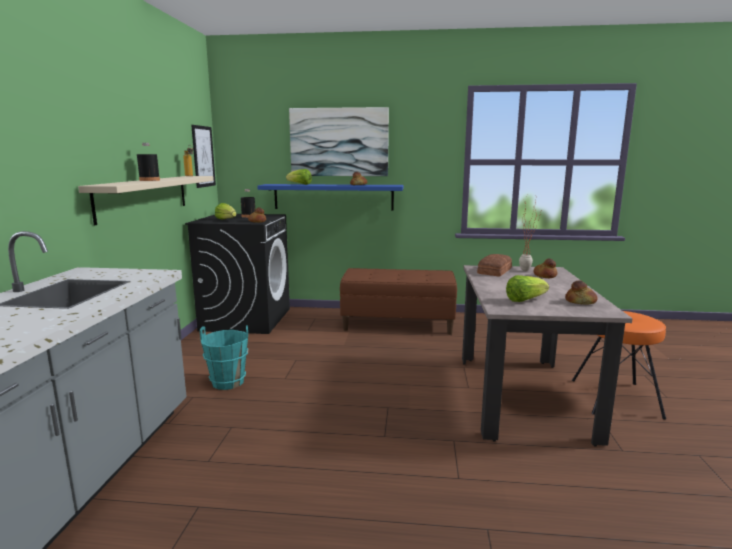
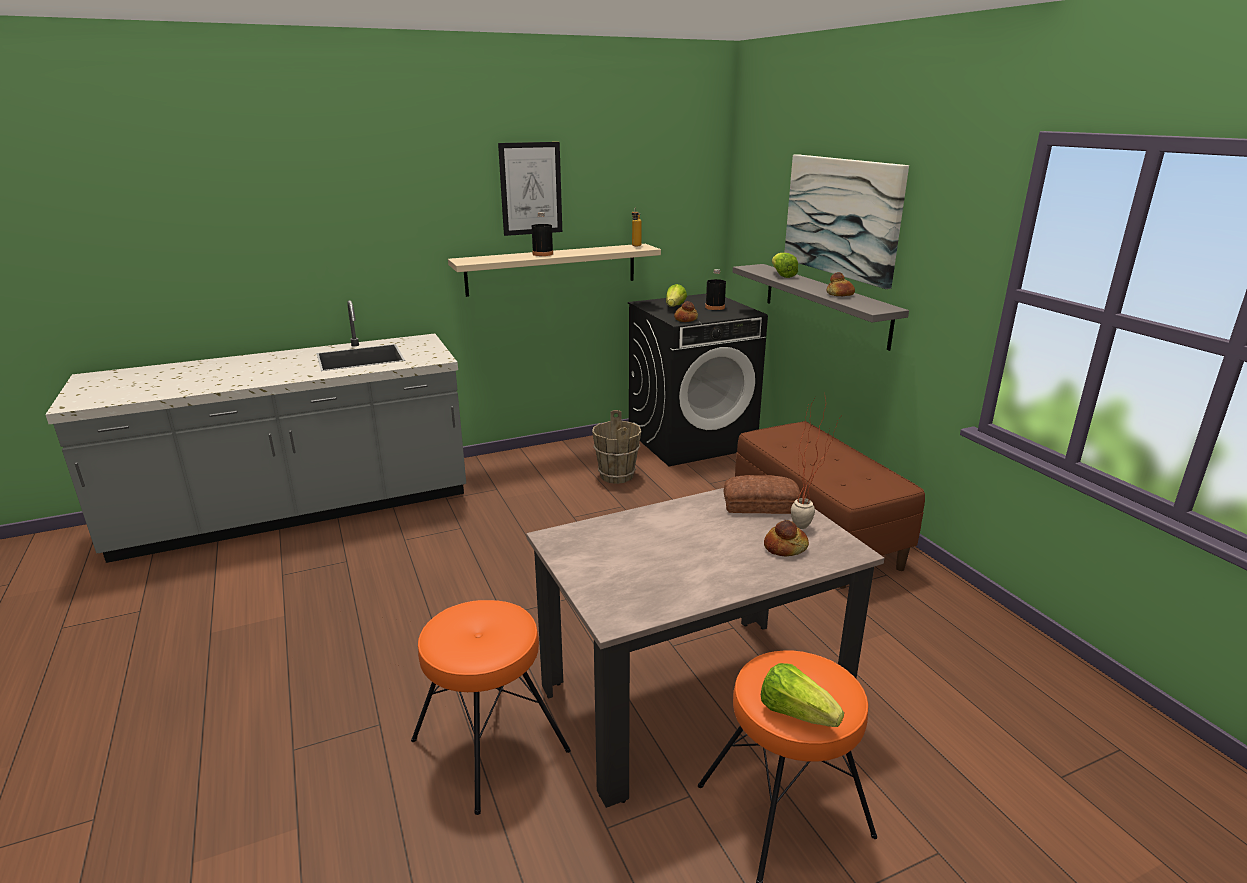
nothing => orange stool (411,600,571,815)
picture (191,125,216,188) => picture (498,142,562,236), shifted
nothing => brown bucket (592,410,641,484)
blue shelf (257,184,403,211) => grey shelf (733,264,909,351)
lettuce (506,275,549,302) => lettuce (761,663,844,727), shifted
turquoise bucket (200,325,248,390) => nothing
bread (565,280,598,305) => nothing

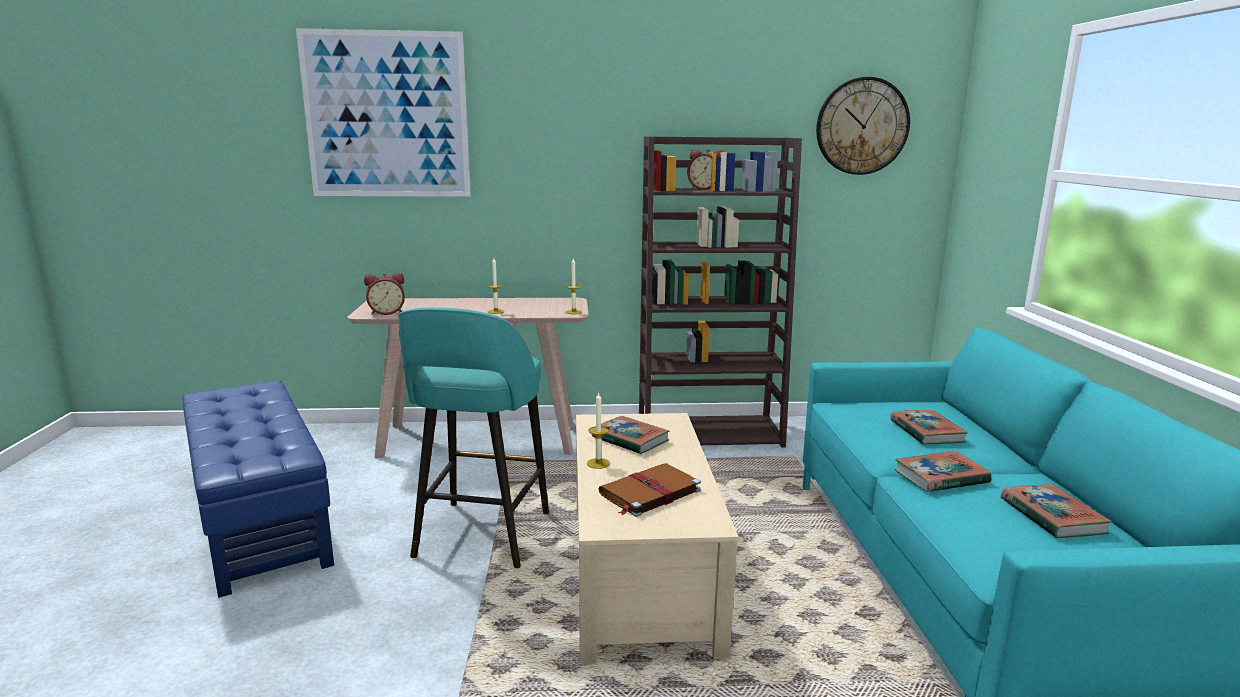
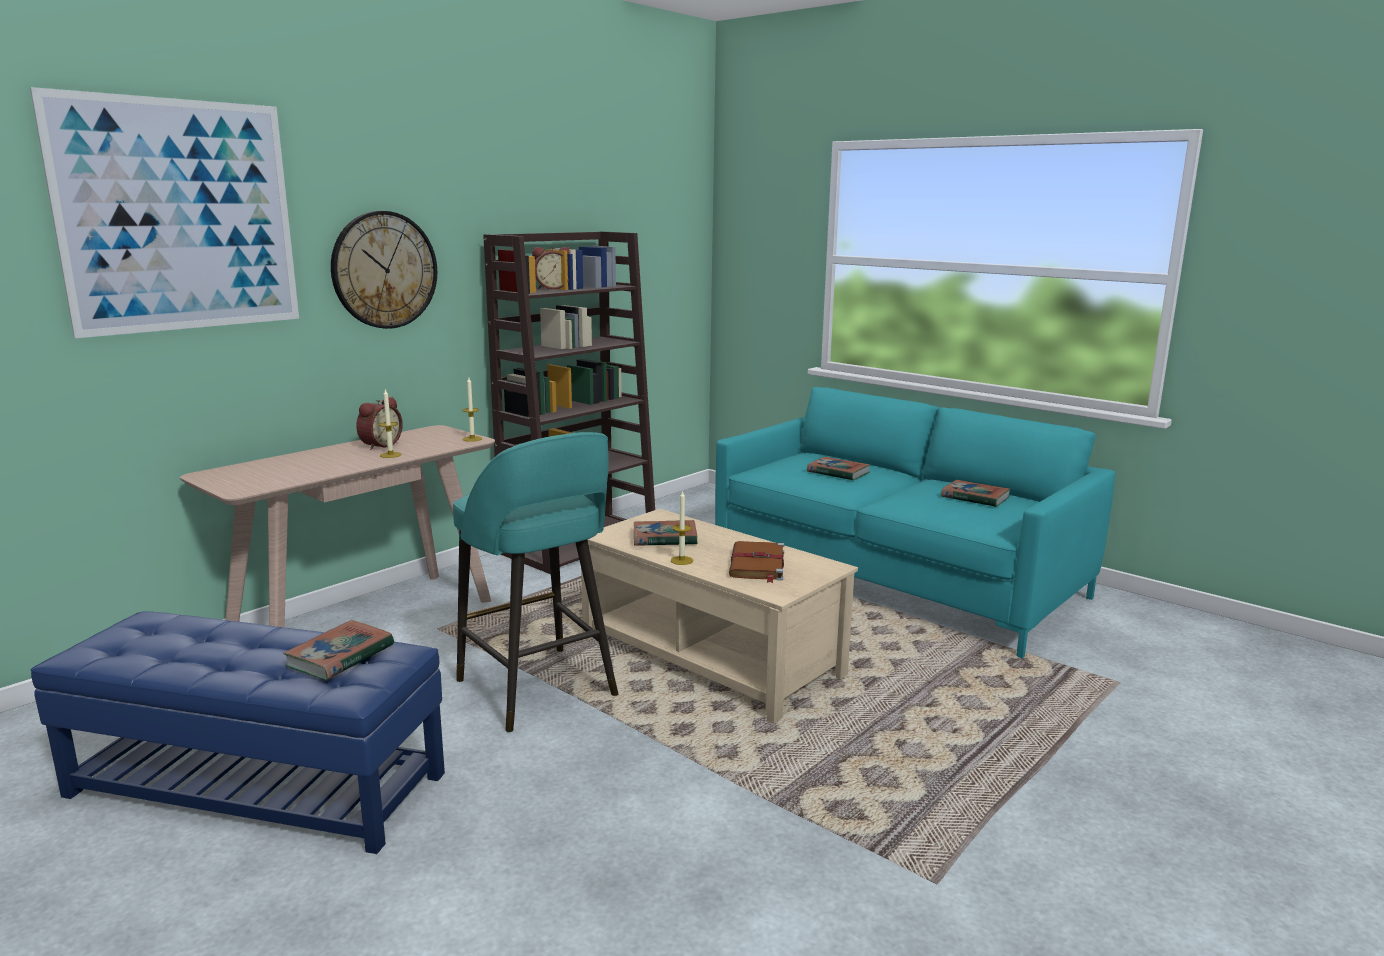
book (894,451,992,492) => book (283,620,394,680), shifted
wall clock (816,77,910,175) => wall clock (331,211,437,329), shifted
alarm clock (364,273,405,315) => alarm clock (356,397,403,450), shifted

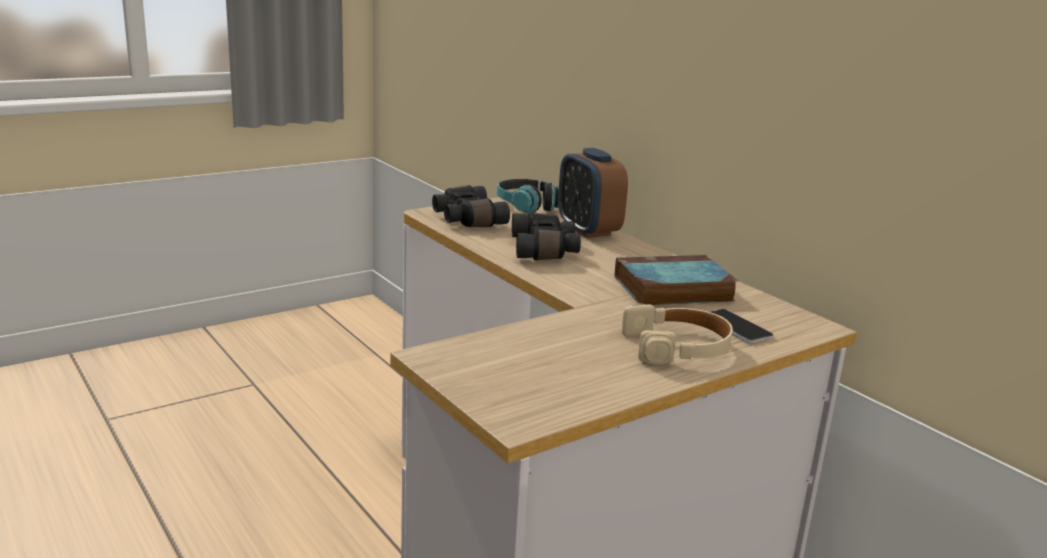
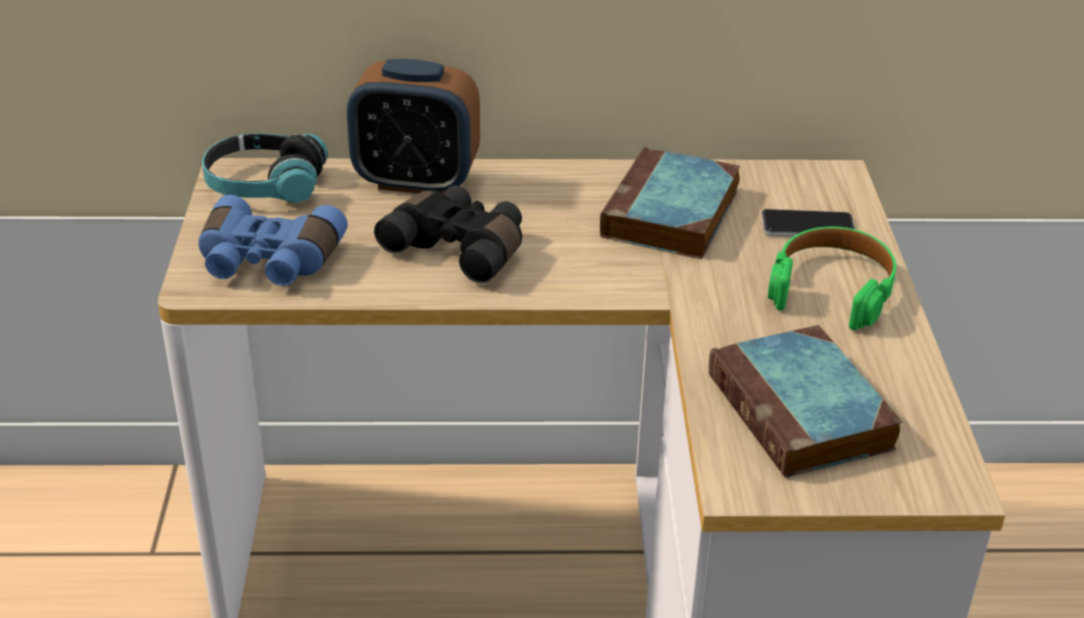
black binoculars (432,185,510,227) => blue binoculars (198,195,348,286)
nothing => book (709,325,902,478)
beige headphones (622,304,733,364) => green headphones (768,227,896,330)

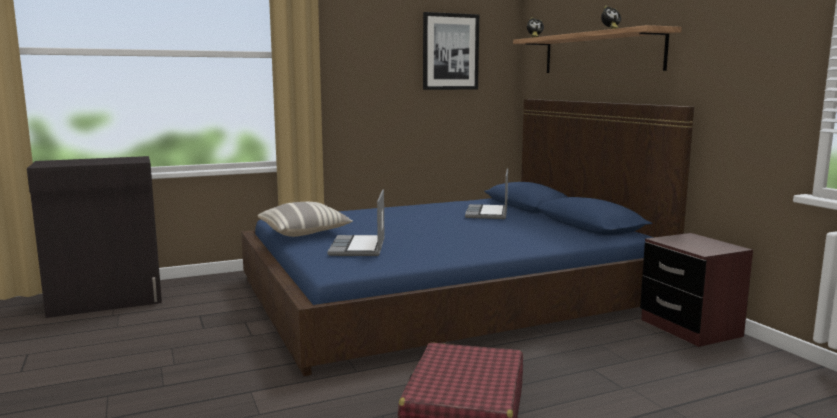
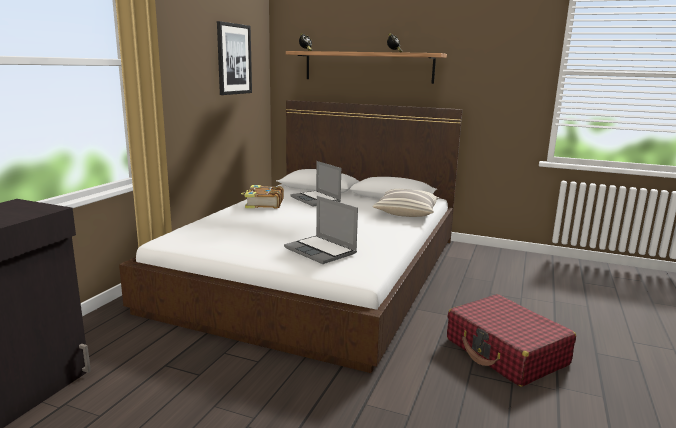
blue bed (241,99,694,376) => white bed (119,100,463,373)
nothing => book (241,185,284,209)
pillow (258,202,353,237) => pillow (372,189,439,217), shifted
brown nightstand (640,233,753,347) => nothing

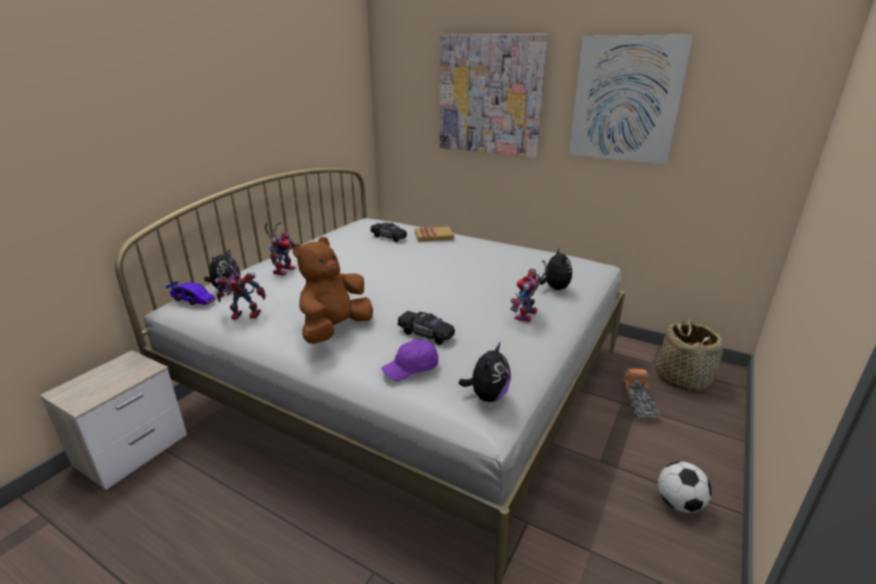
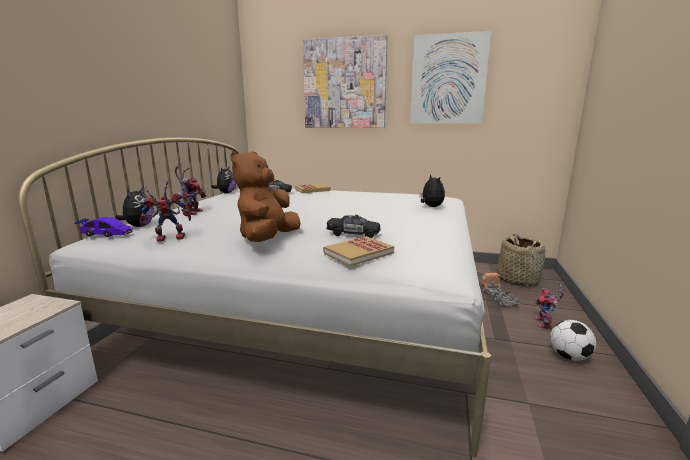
plush toy (458,342,511,402) => plush toy (211,167,236,193), shifted
purple cap (381,340,439,381) => book (323,236,394,266)
toy robot (510,260,547,322) => toy robot (534,281,564,329), shifted

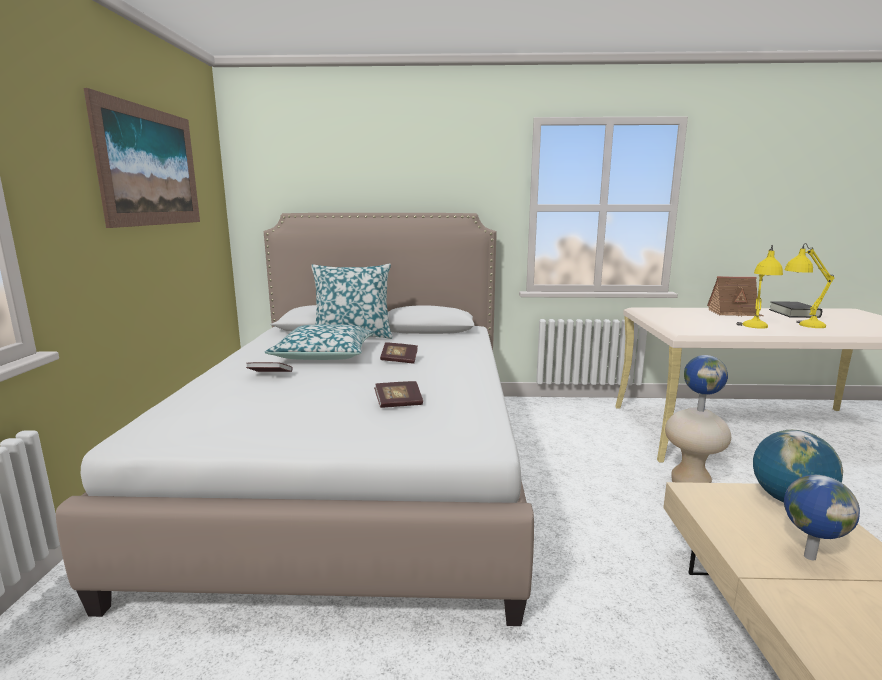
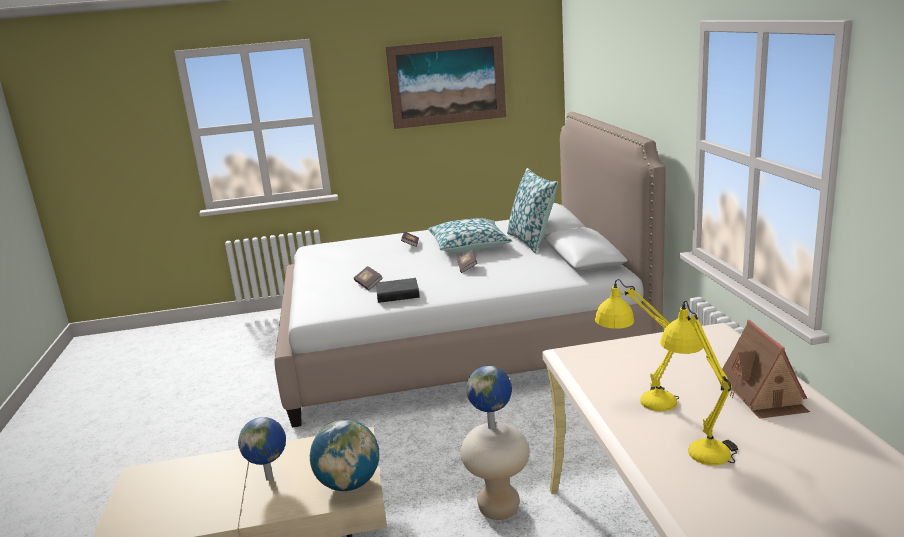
black book (769,301,822,318) => black book (376,278,420,303), shifted

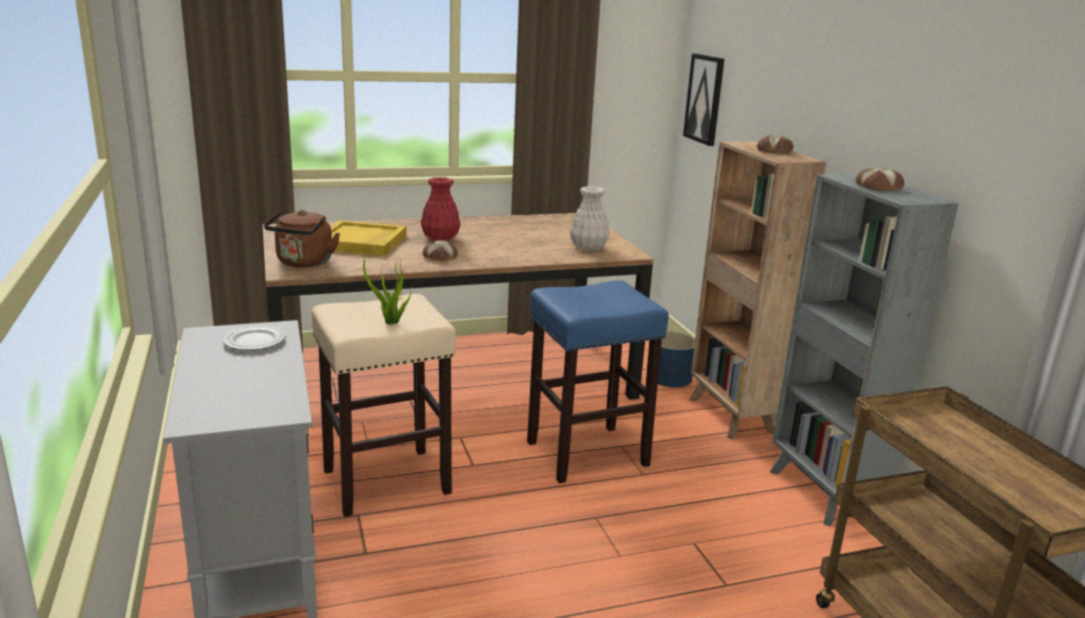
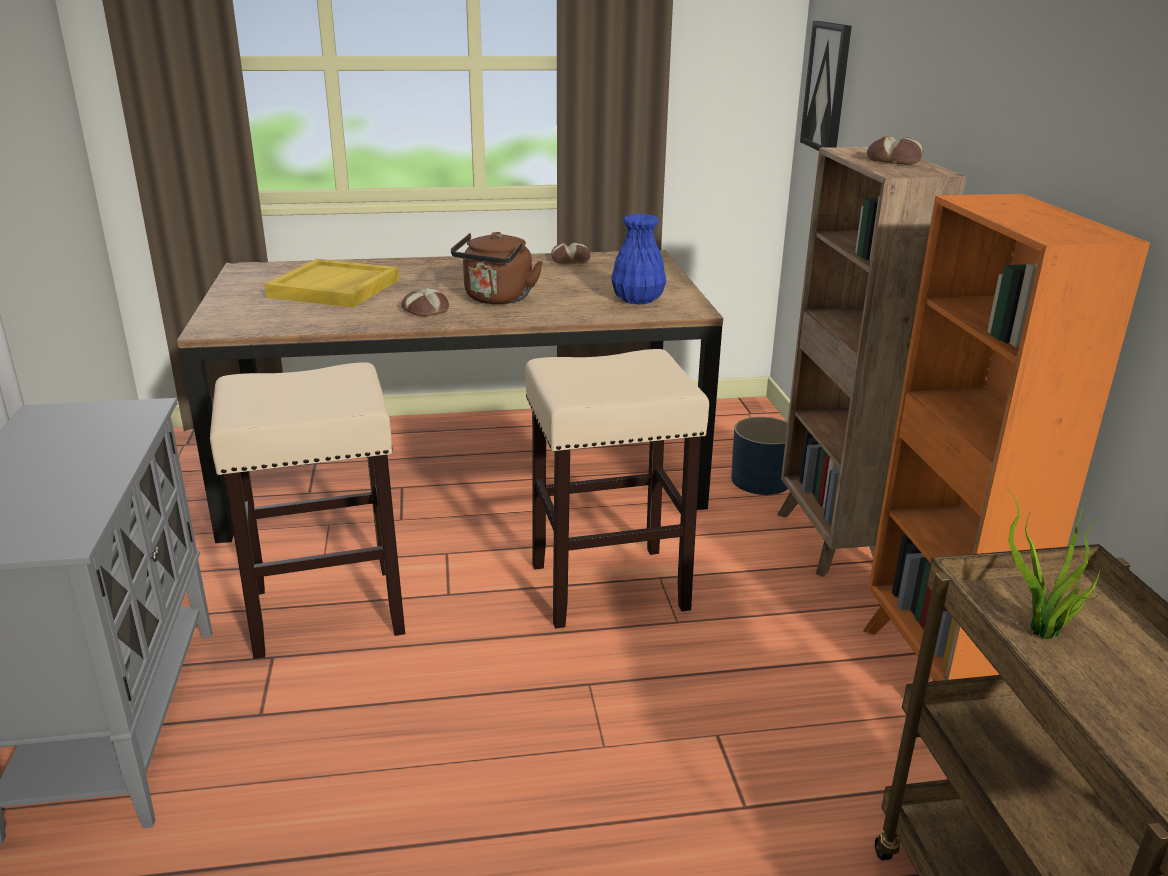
brown kettle (264,210,340,267) => brown kettle (451,232,543,304), shifted
blue stool (527,280,669,483) => beige stool (525,349,709,628)
bread (856,168,904,190) => bread (551,242,590,264), shifted
white vase (570,186,610,251) => blue vase (611,214,667,305)
grey bookcase (770,174,959,526) => orange bookcase (863,194,1150,681)
potted plant (356,246,411,325) => potted plant (1006,487,1104,639), shifted
plate (223,326,286,350) => nothing
red vase (421,177,461,241) => nothing

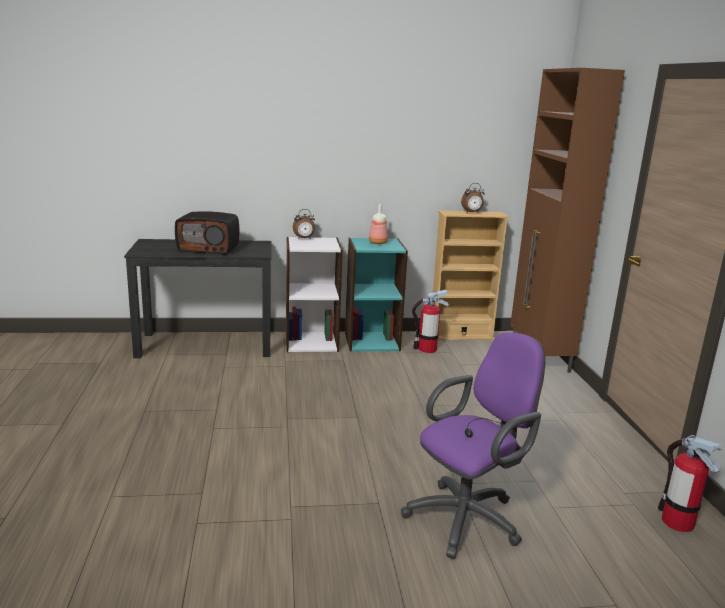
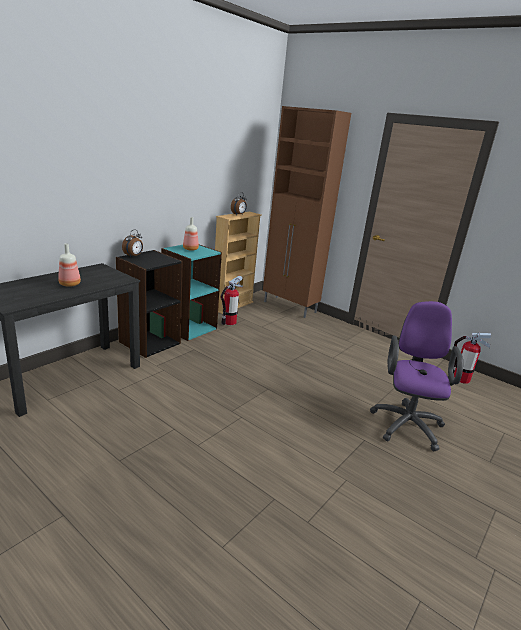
radio (175,211,240,255) => bottle (58,243,81,287)
white bookcase (286,237,343,352) => black bookcase (116,250,183,358)

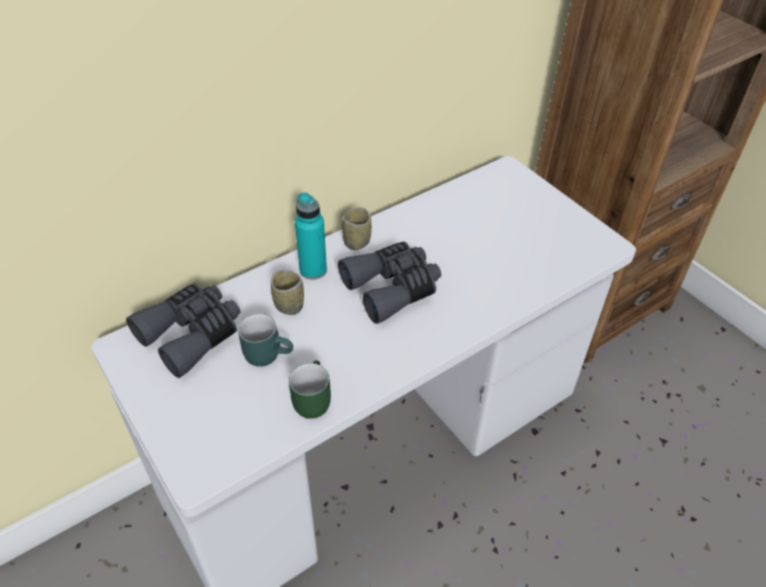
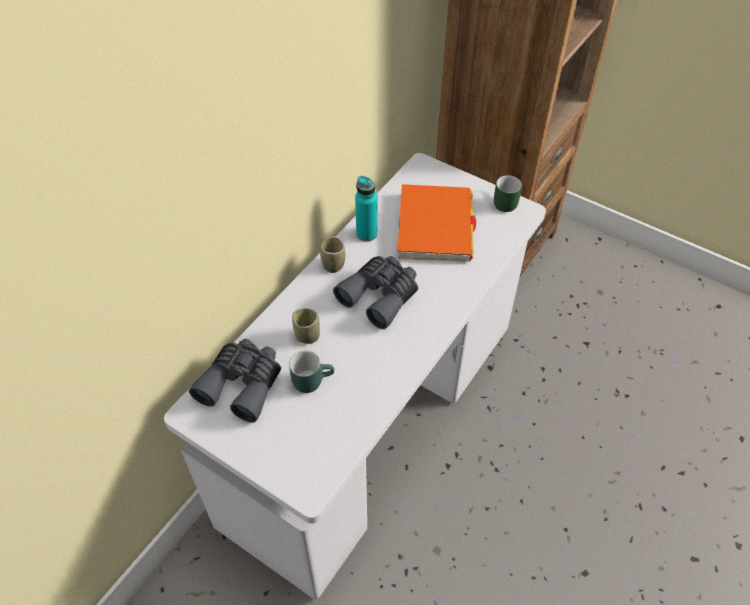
turquoise bottle (295,192,327,280) => turquoise bottle (355,176,378,242), shifted
nothing => orange book (398,184,476,261)
green mug (289,360,331,419) => green mug (494,175,522,212), shifted

